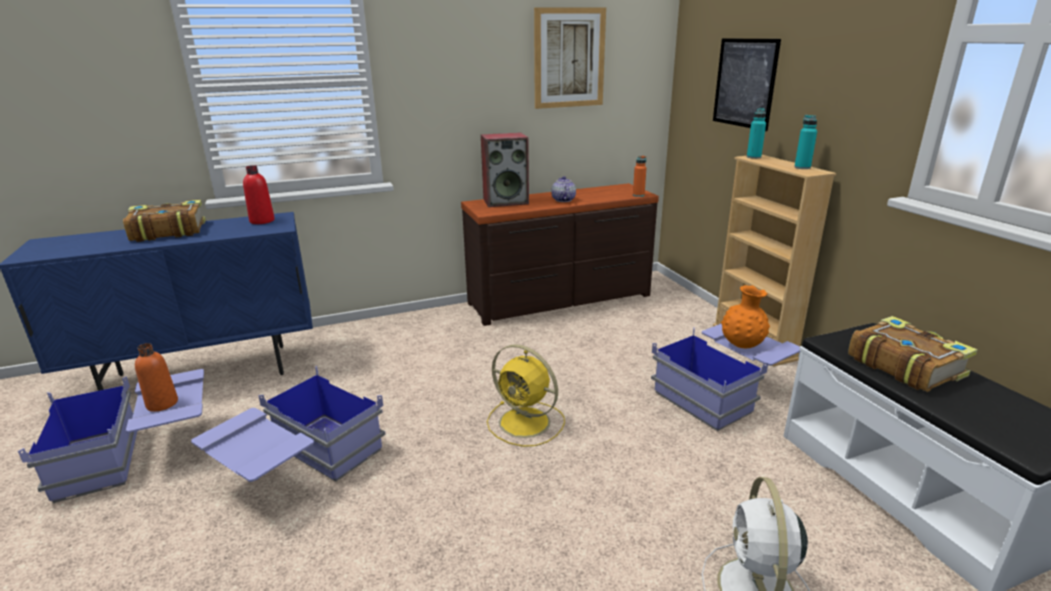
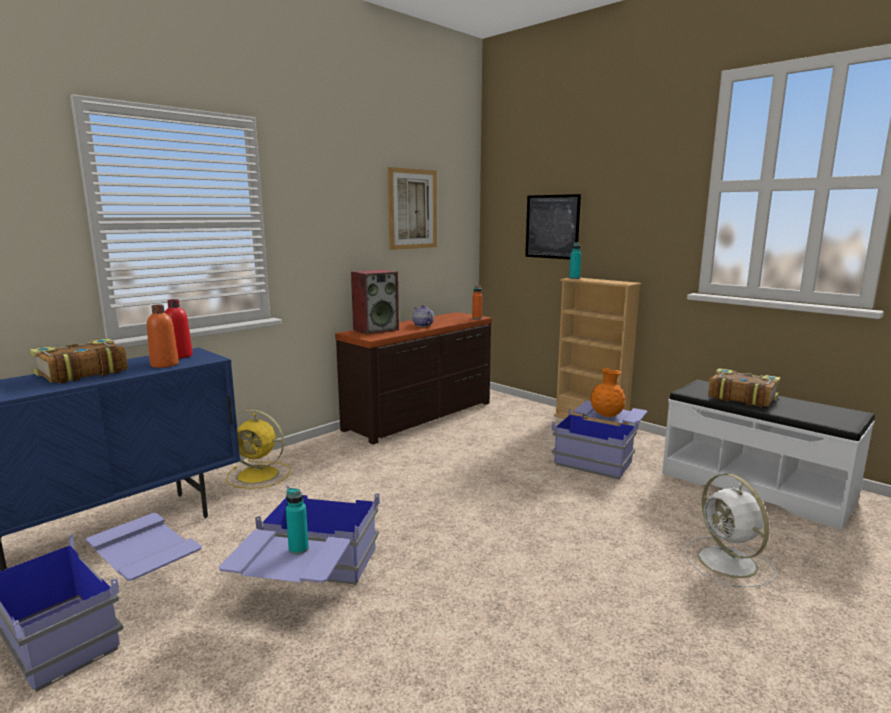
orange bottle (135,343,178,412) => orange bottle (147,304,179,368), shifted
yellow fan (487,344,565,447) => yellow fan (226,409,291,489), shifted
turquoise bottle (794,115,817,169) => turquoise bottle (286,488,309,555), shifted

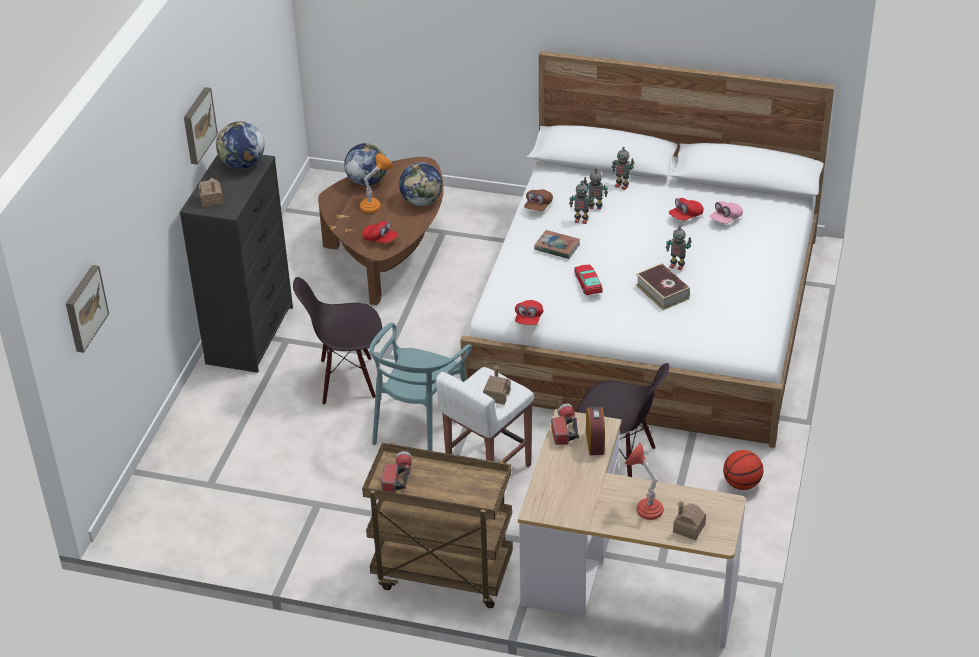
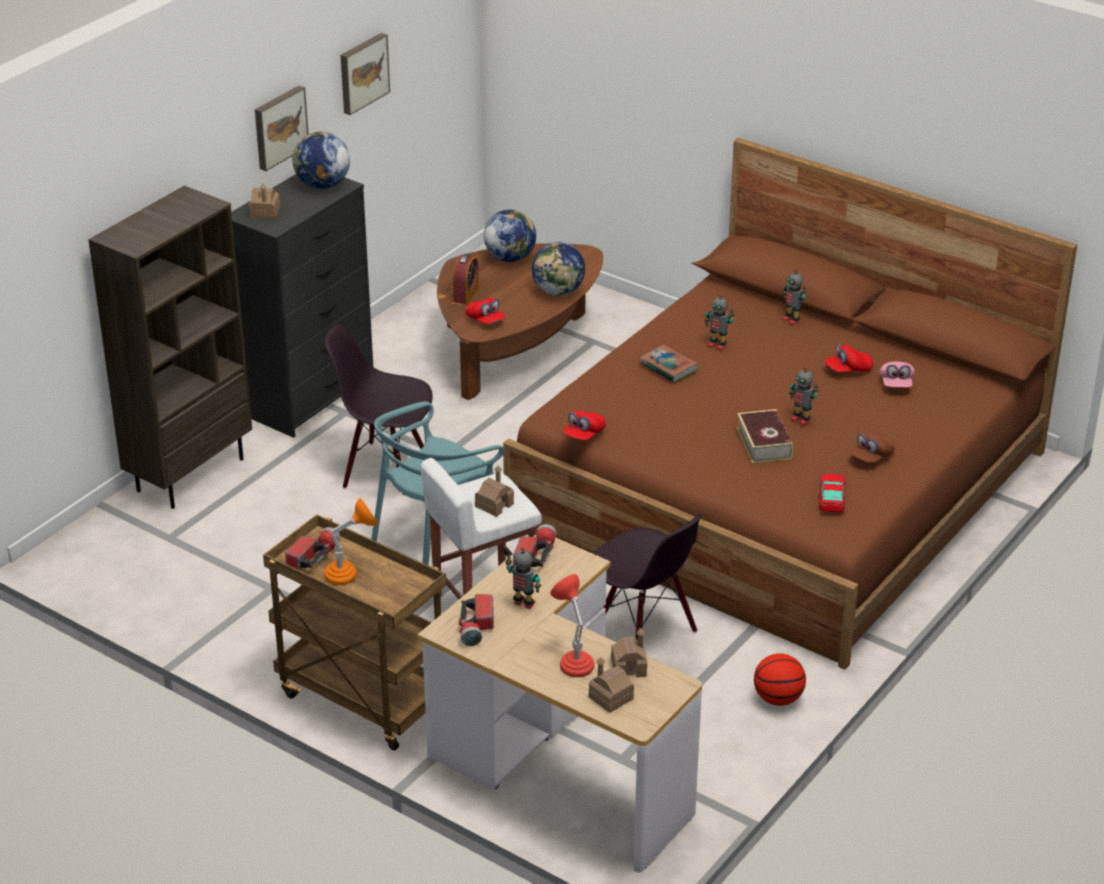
nothing => brown bookcase (88,186,252,509)
orange table lamp (360,153,393,213) => orange table lamp (324,498,378,585), shifted
picture (66,265,109,353) => picture (341,33,390,115), shifted
alarm clock (586,406,605,455) => alarm clock (453,254,479,304), shifted
nothing => flashlight (459,594,494,646)
white bed (460,51,834,448) => brown bed (503,138,1077,670)
toy robot (583,169,608,209) => toy robot (505,547,541,609), shifted
nothing => toy house (611,629,647,677)
toy car (574,264,603,295) => toy car (819,474,846,513), shifted
brown cap (524,190,553,211) => brown cap (850,432,895,463), shifted
pink cap (710,201,743,224) => pink cap (880,361,915,387), 60 degrees counterclockwise

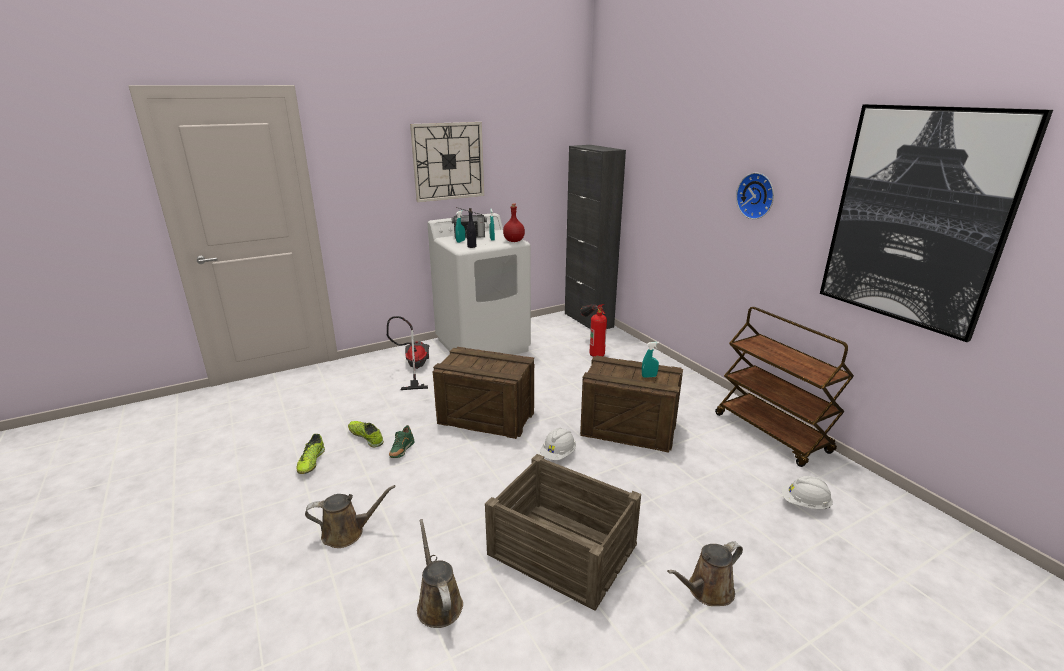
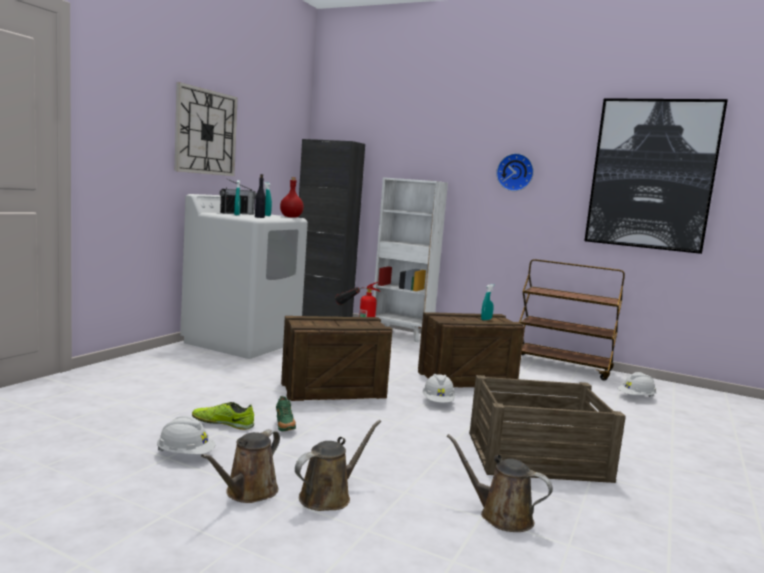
shoe (296,434,325,474) => white hard hat (157,416,216,455)
brown watering can (667,541,743,606) => brown watering can (201,430,280,503), shifted
nothing => white bookcase (374,177,448,342)
vacuum cleaner (387,316,430,390) => nothing

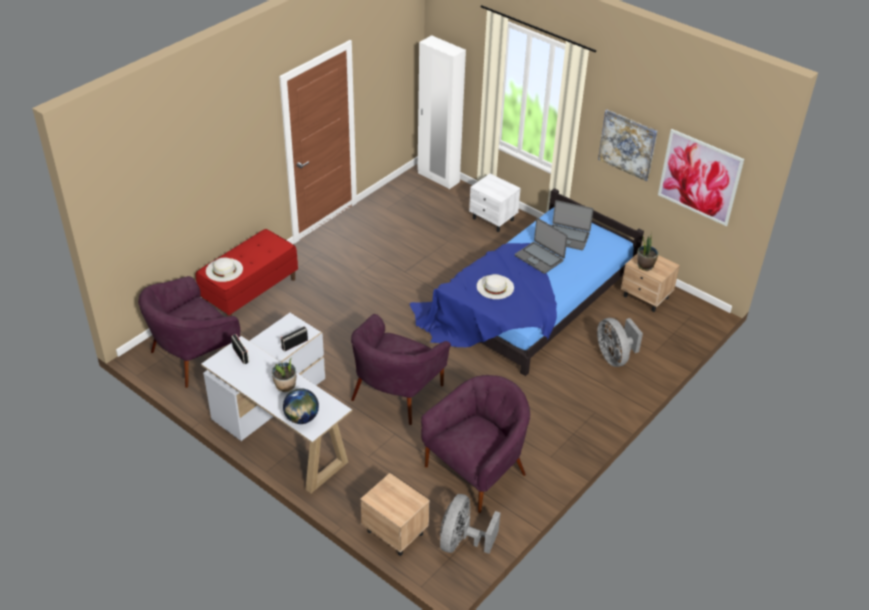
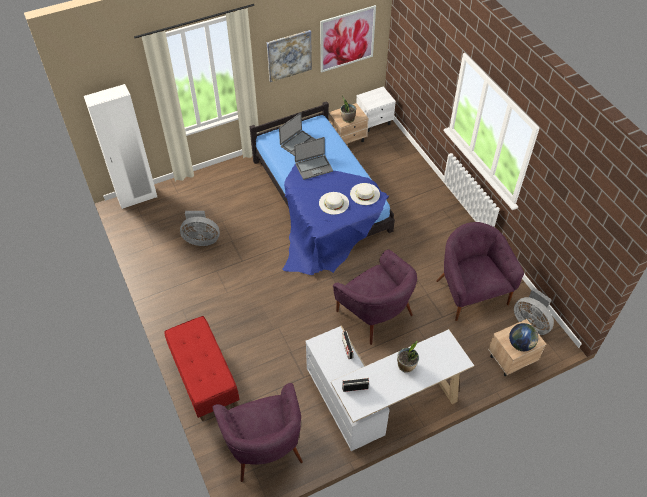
grey fan (597,318,643,367) => grey fan (180,211,220,246), shifted
white hat (206,257,243,282) => white hat (350,183,380,205), shifted
white nightstand (469,173,521,232) => white nightstand (356,87,396,132), shifted
globe (283,388,319,424) => globe (509,323,538,351), shifted

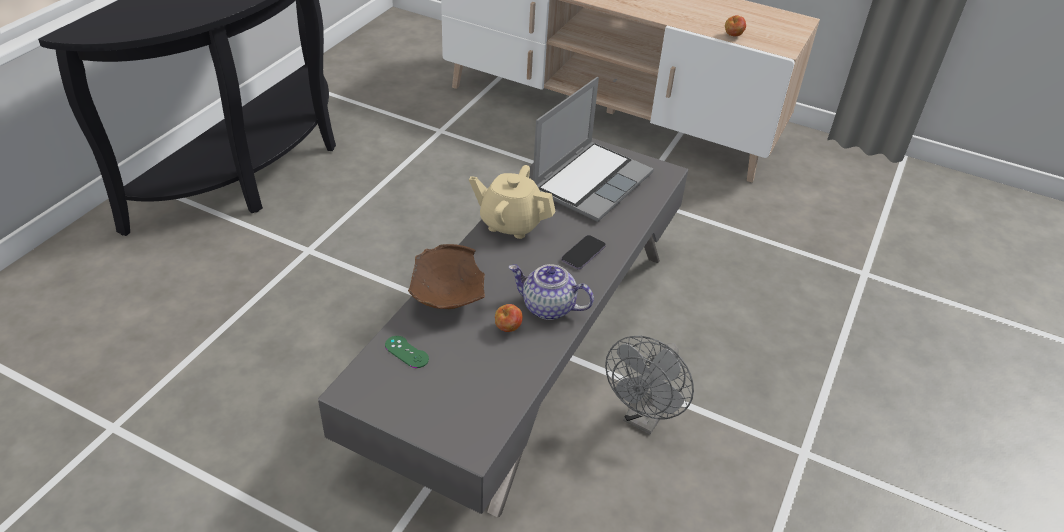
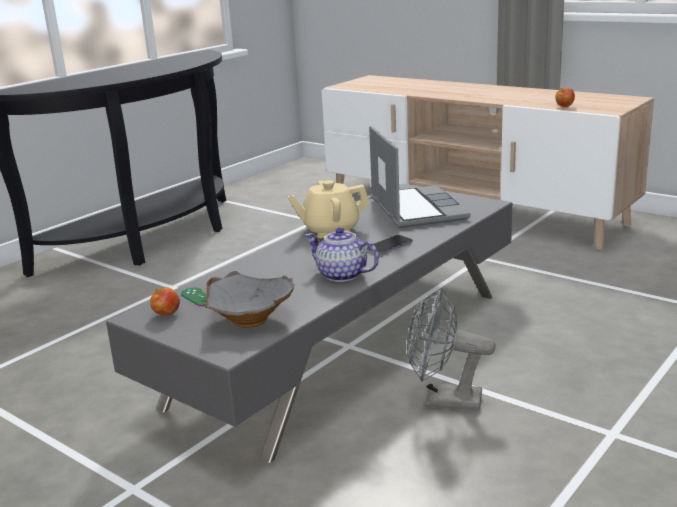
apple (495,304,523,332) => apple (150,287,180,315), shifted
nothing => grey bowl (205,271,295,328)
beige teapot (469,165,556,239) => beige teapot (287,180,370,238), 45 degrees counterclockwise
laptop (533,77,654,222) => laptop (369,126,471,228), 60 degrees counterclockwise
grey fan (605,336,694,435) => grey fan (407,288,496,410), 60 degrees clockwise
brown bowl (408,244,485,309) => nothing

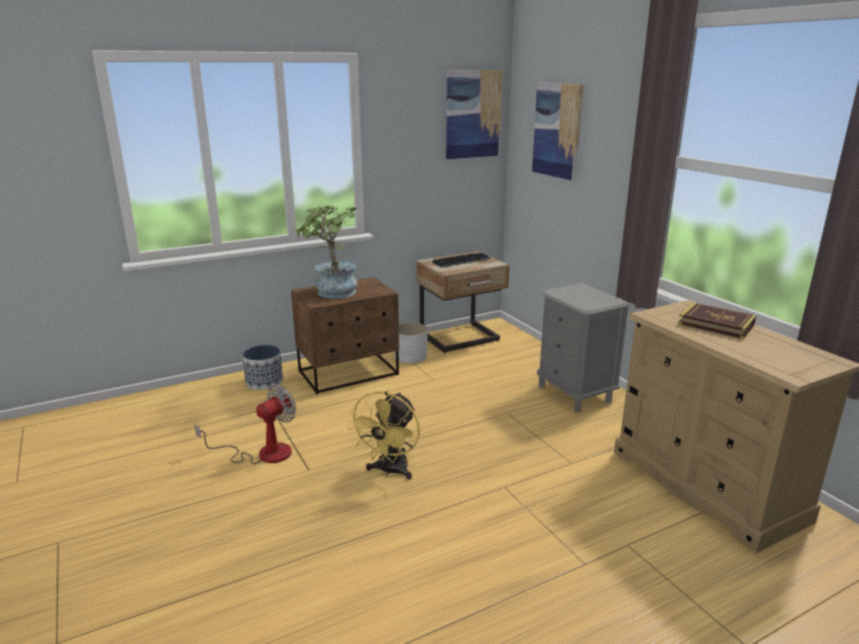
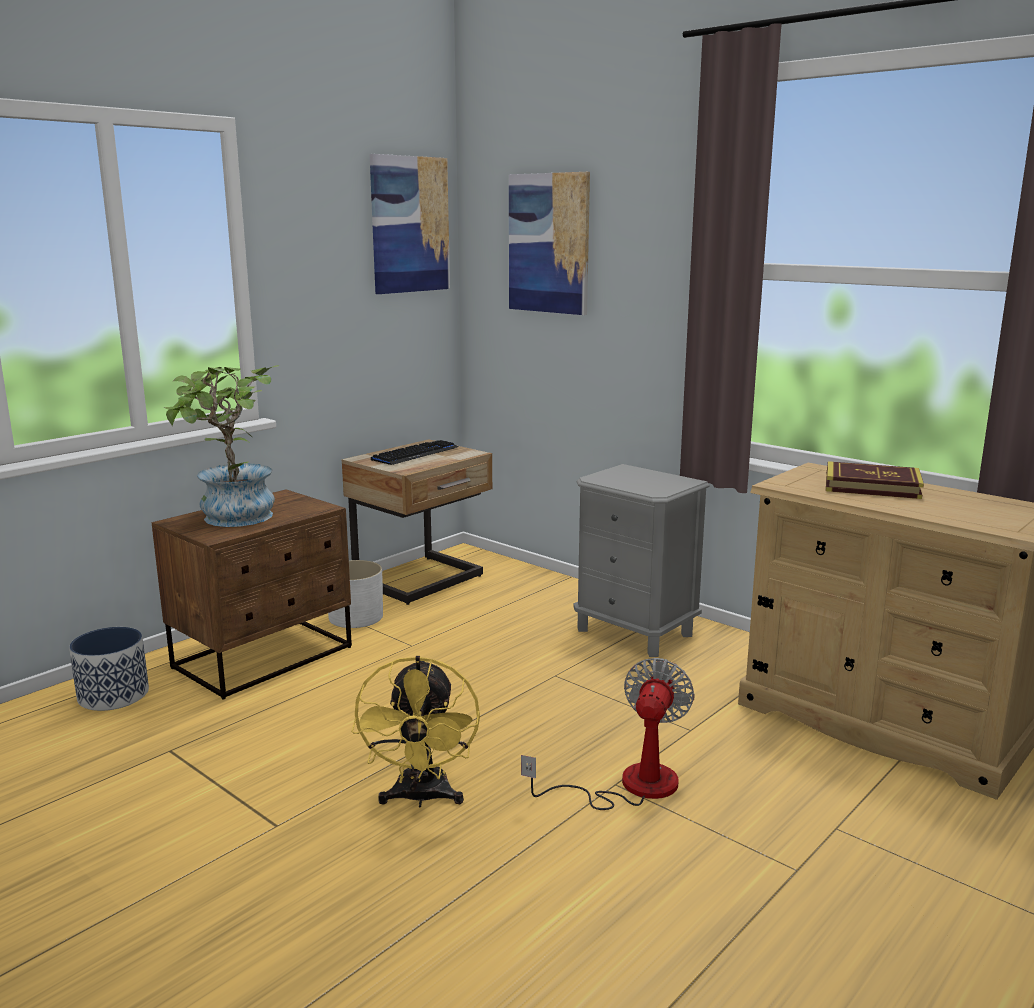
fan (195,385,296,464) => fan (521,658,695,810), shifted

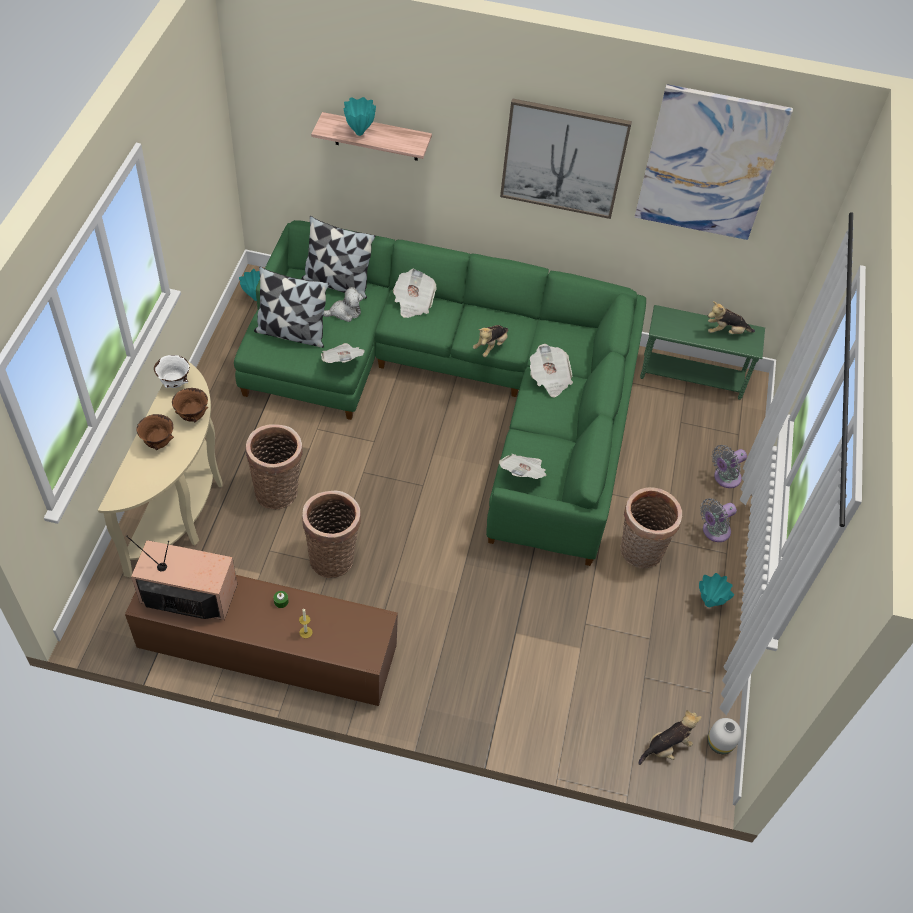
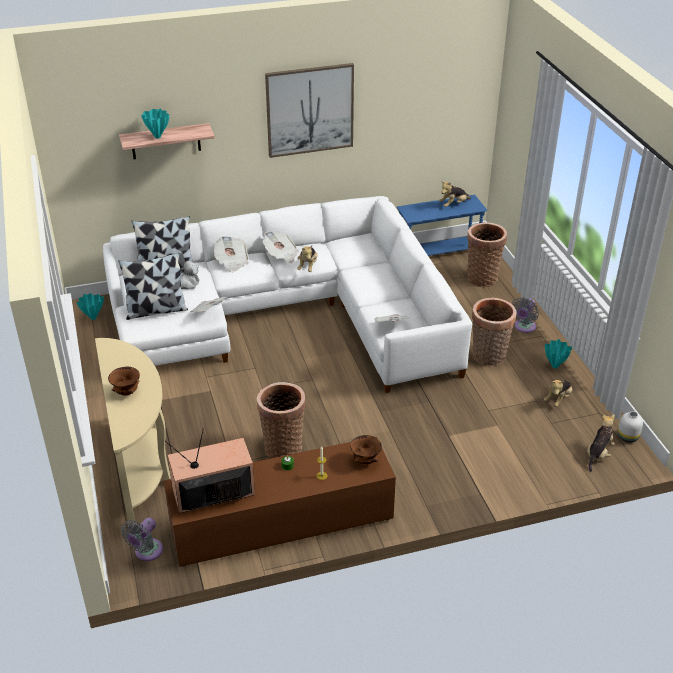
green sofa (234,220,646,566) => white sofa (103,196,472,393)
grey fan (712,445,747,488) => grey fan (121,517,163,561), shifted
newspaper (530,344,573,398) => newspaper (263,231,299,263), shifted
brown bowl (172,388,208,422) => brown bowl (350,435,382,465), shifted
green side table (640,305,765,400) => blue side table (397,195,487,256)
basket (245,424,303,509) => basket (467,222,507,287), shifted
nothing => plush toy (544,380,572,407)
white bowl (154,355,190,388) => nothing
picture (635,84,793,240) => nothing

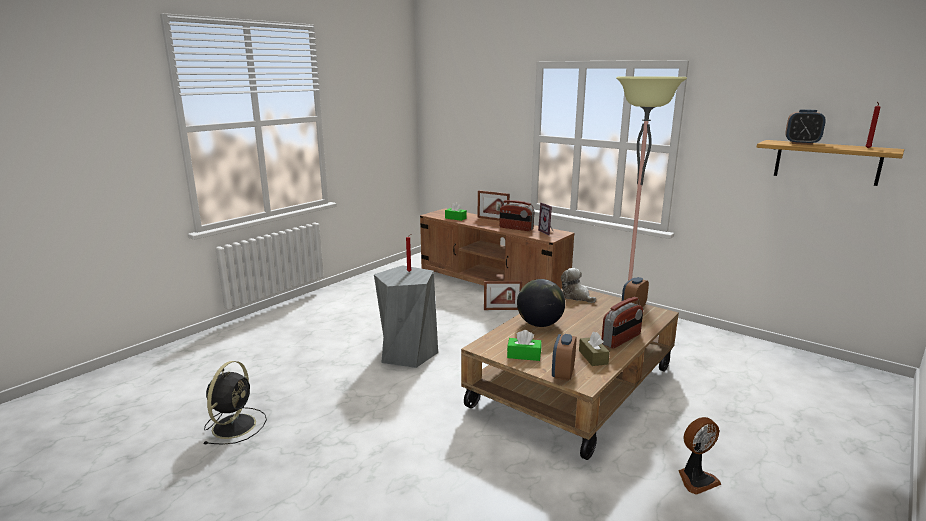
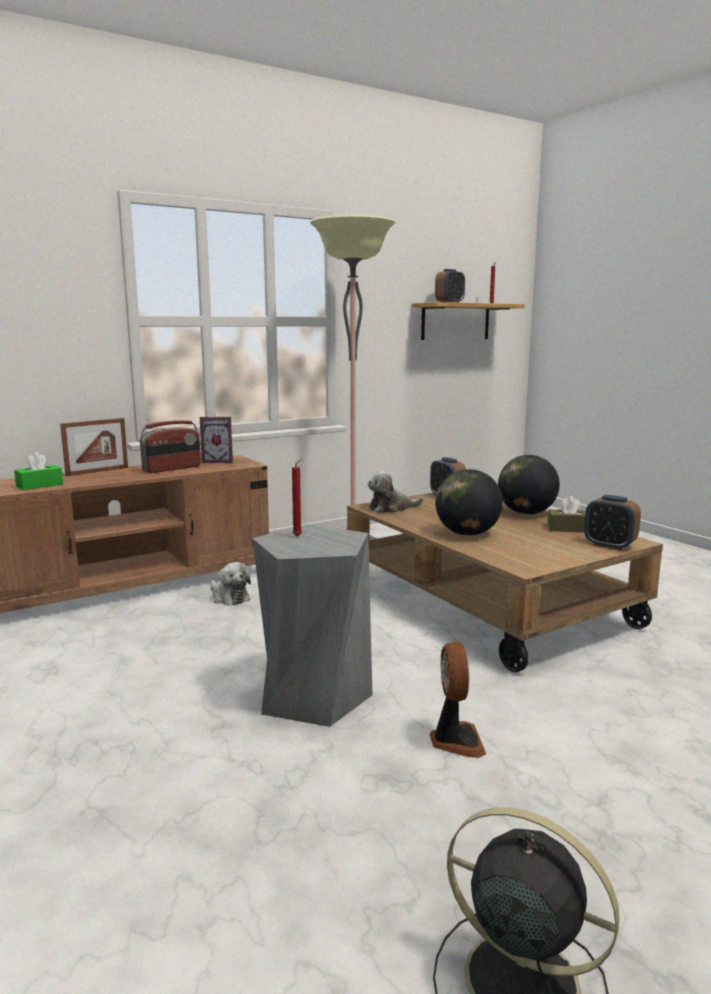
picture frame (484,281,522,310) => plush toy (210,562,251,605)
fan (679,417,721,495) => fan (430,642,486,758), shifted
radio (602,297,643,349) => globe (498,455,560,515)
green tissue box (507,330,541,361) => nothing

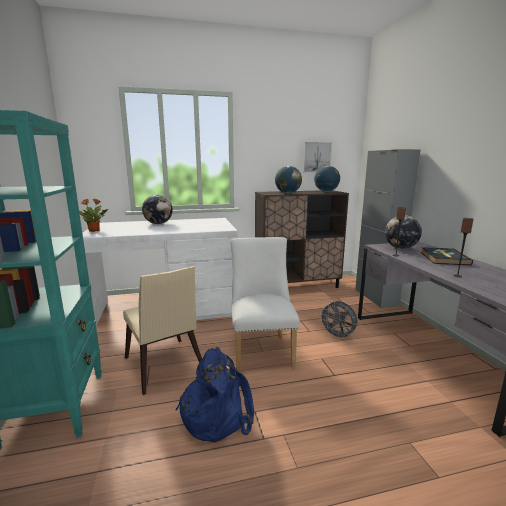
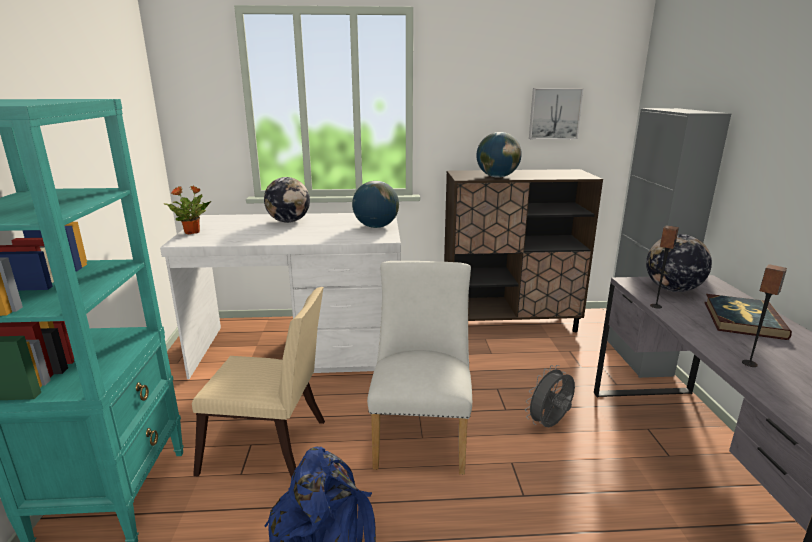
beige chair (123,266,202,395) => beige chair (192,287,325,478), 60 degrees counterclockwise
globe (314,166,340,192) => globe (352,181,399,228), shifted
grey fan (319,301,357,340) => grey fan (525,365,575,427), 90 degrees clockwise

